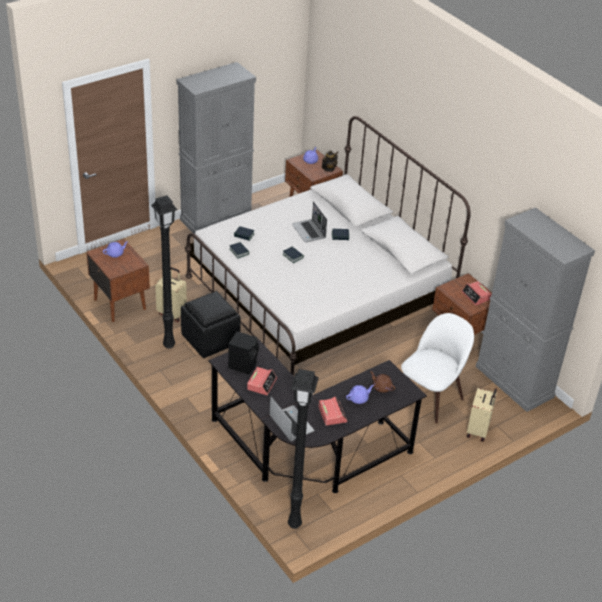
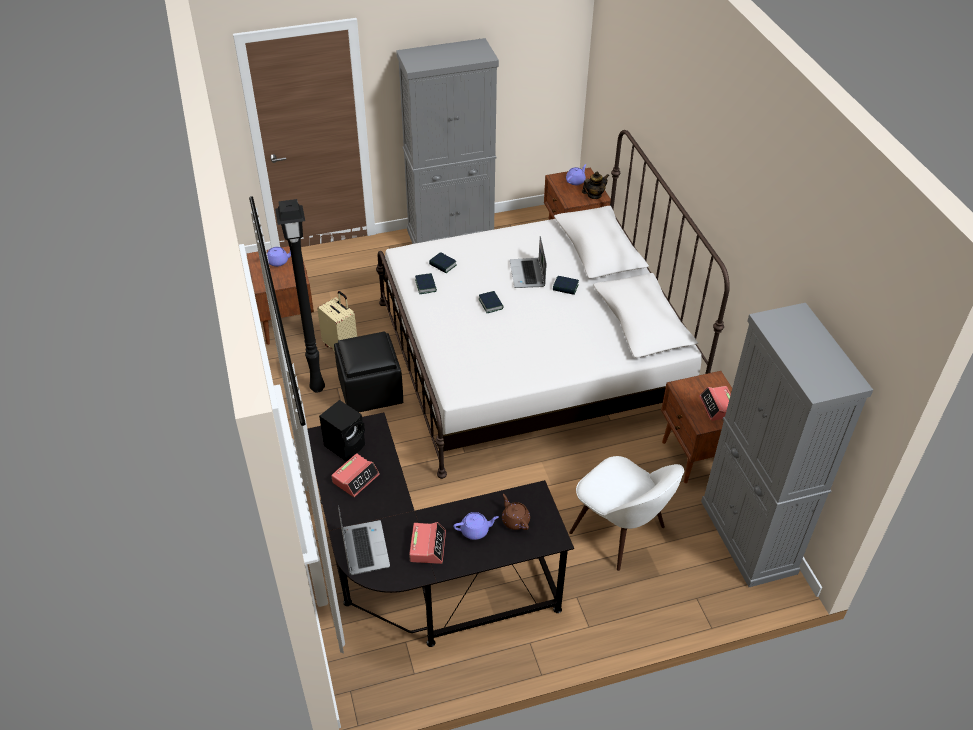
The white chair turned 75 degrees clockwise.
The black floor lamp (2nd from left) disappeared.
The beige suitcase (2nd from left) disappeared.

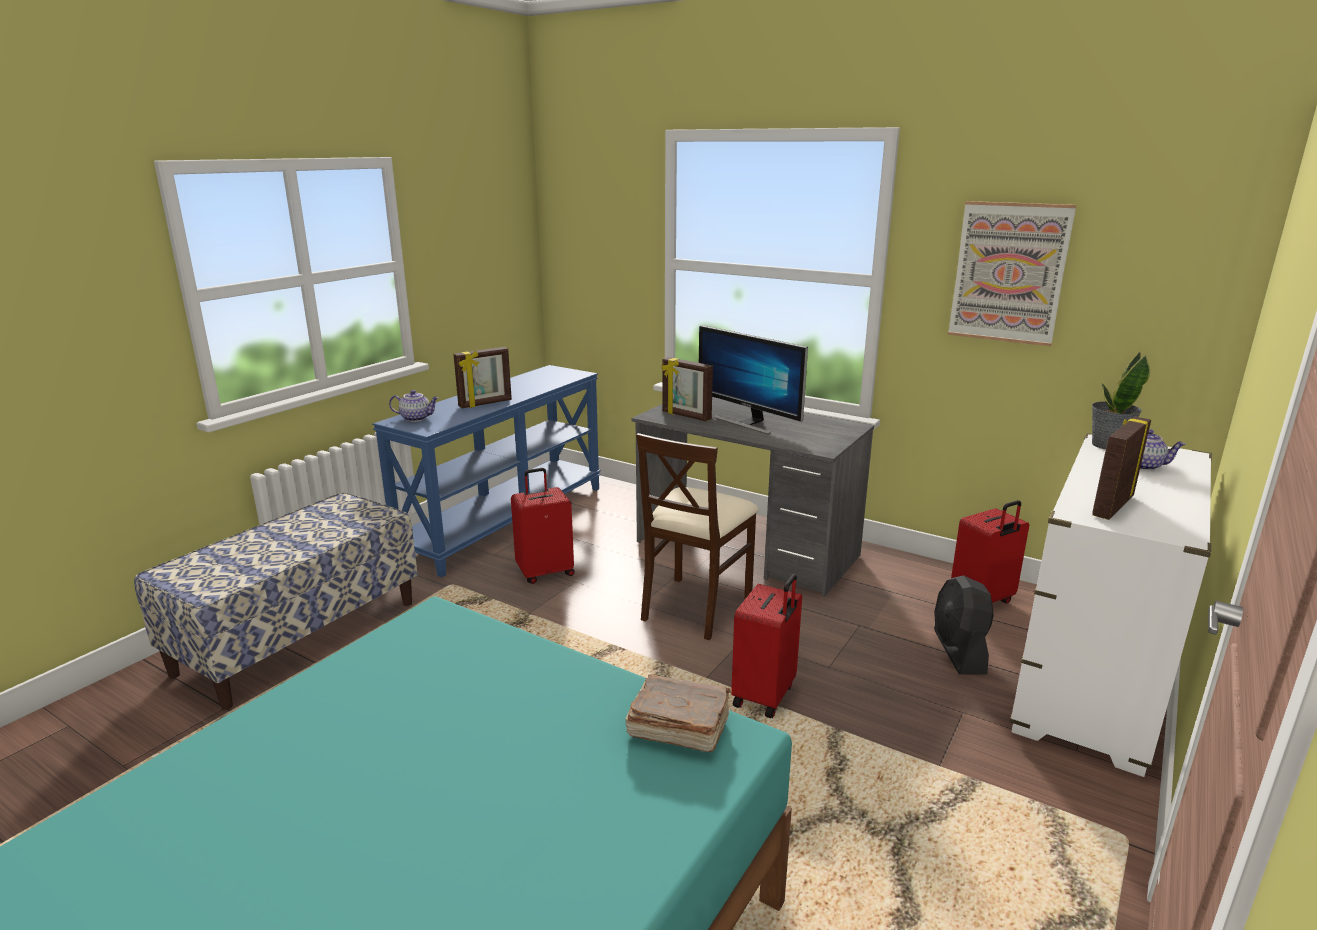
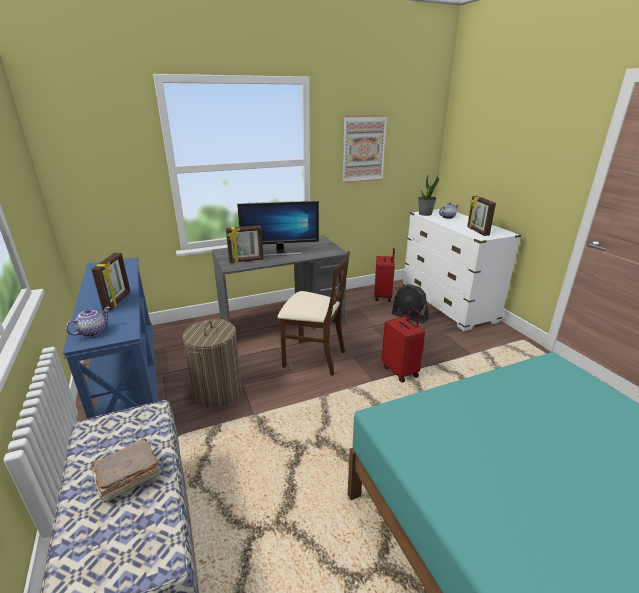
The beige chair turned 45 degrees counterclockwise.
The red suitcase (1st from left) was replaced by the laundry basket.
The brown book moved.

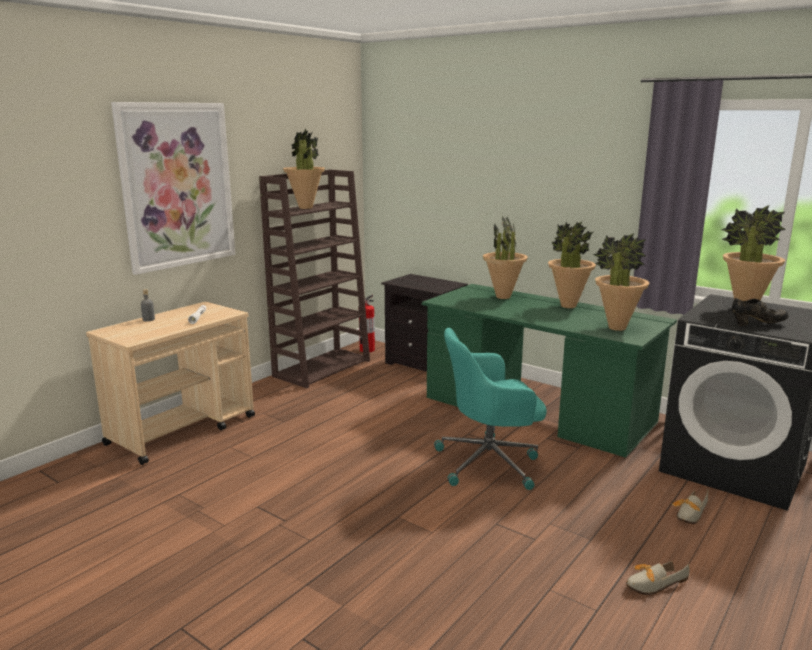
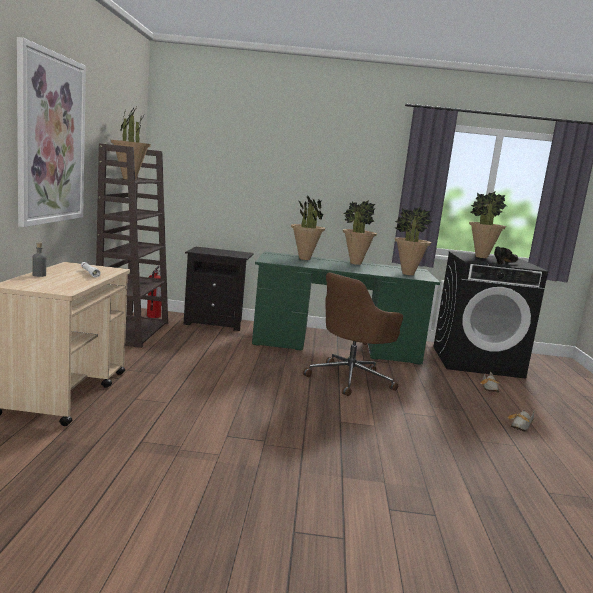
The turquoise office chair became the brown office chair.

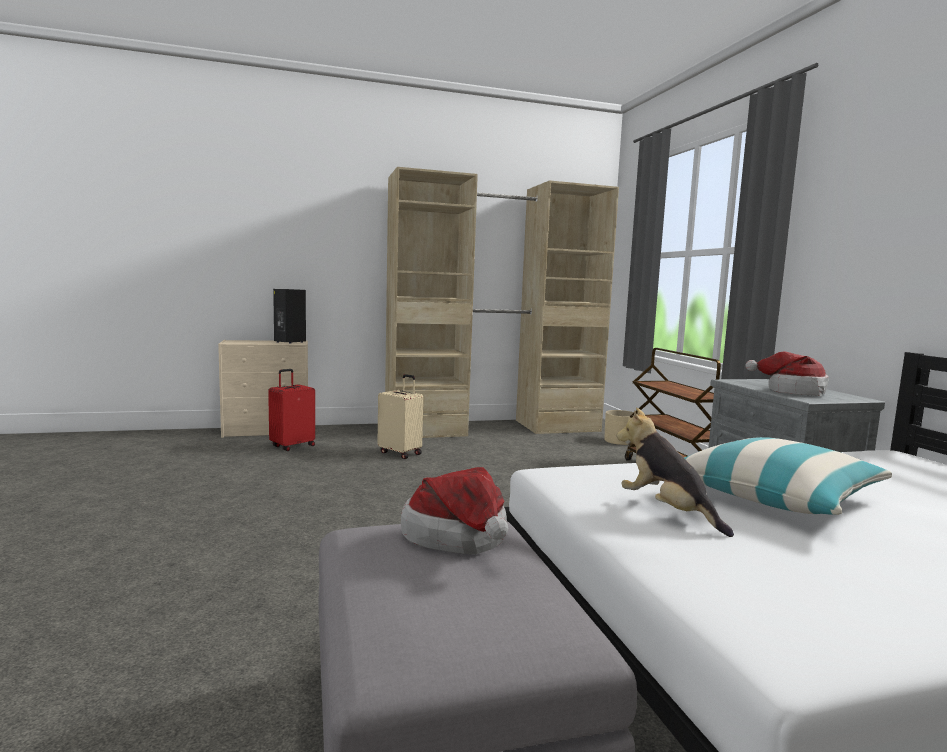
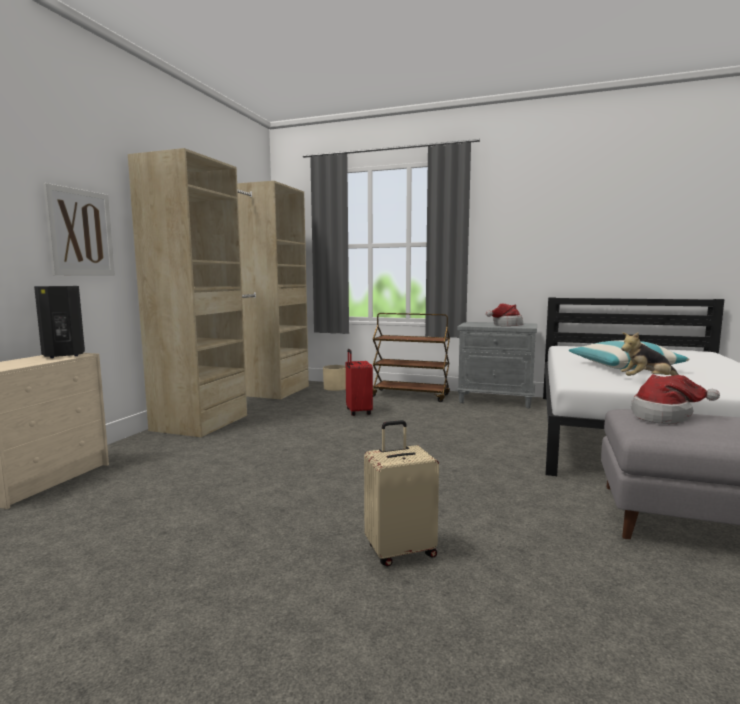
The red suitcase moved.
The beige suitcase moved.
The picture appeared.

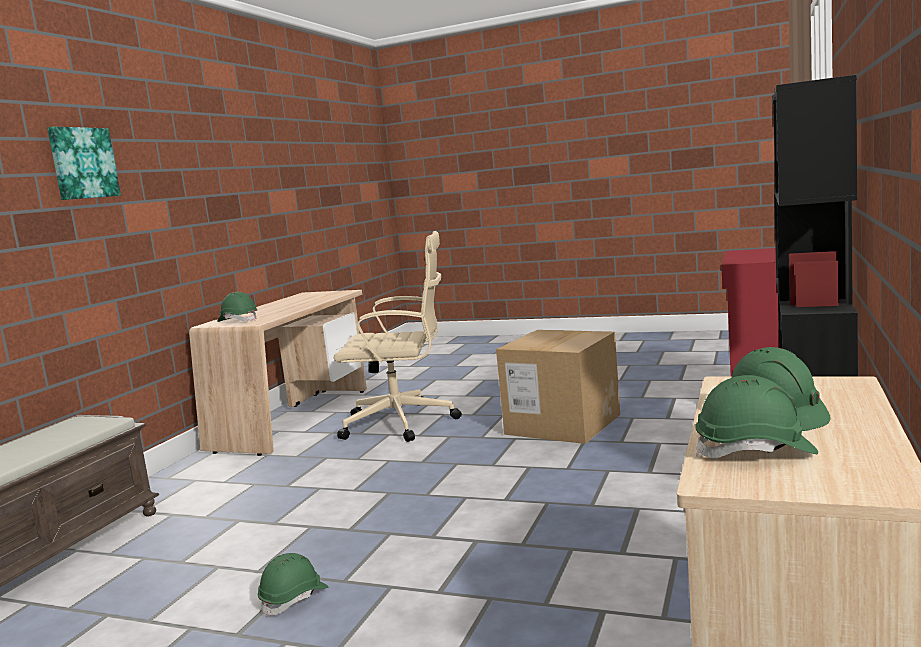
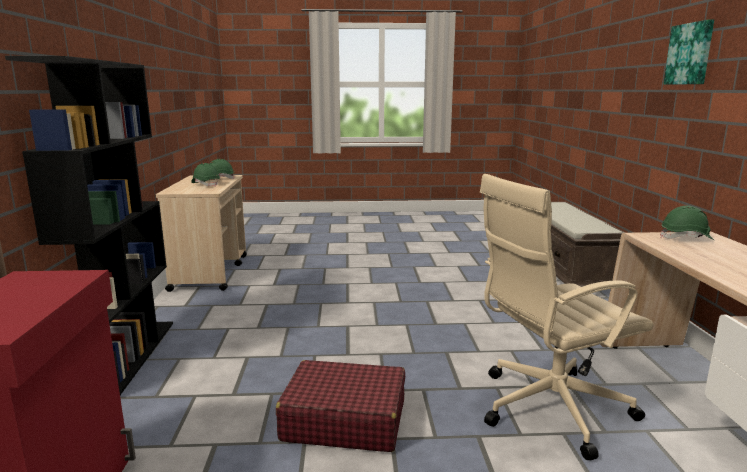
The cardboard box was replaced by the red suitcase.
The green hard hat (2nd from left) disappeared.

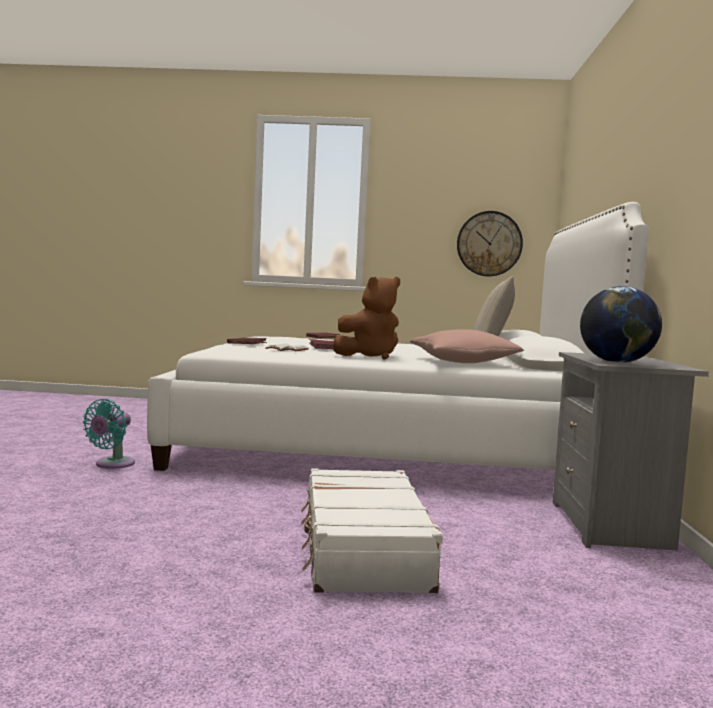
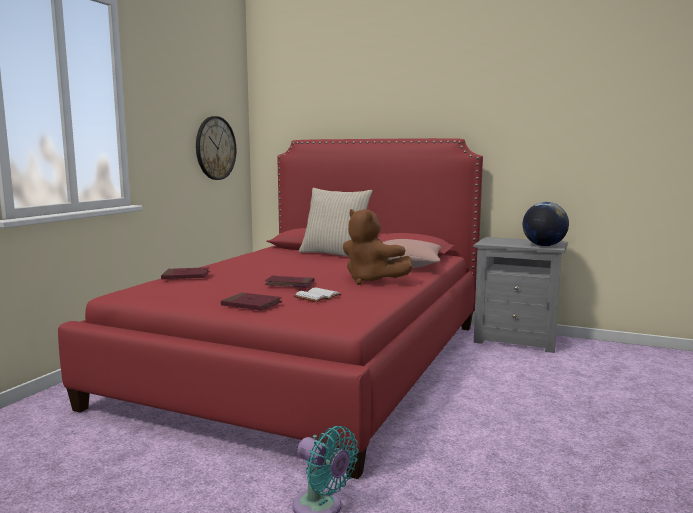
The white bed became the red bed.
The brown plush toy turned 150 degrees clockwise.
The white suitcase disappeared.

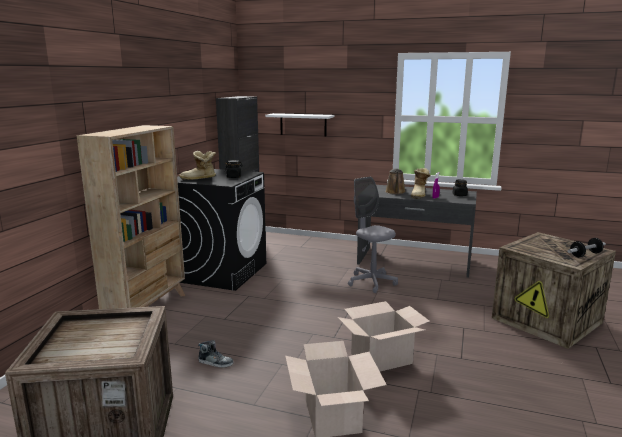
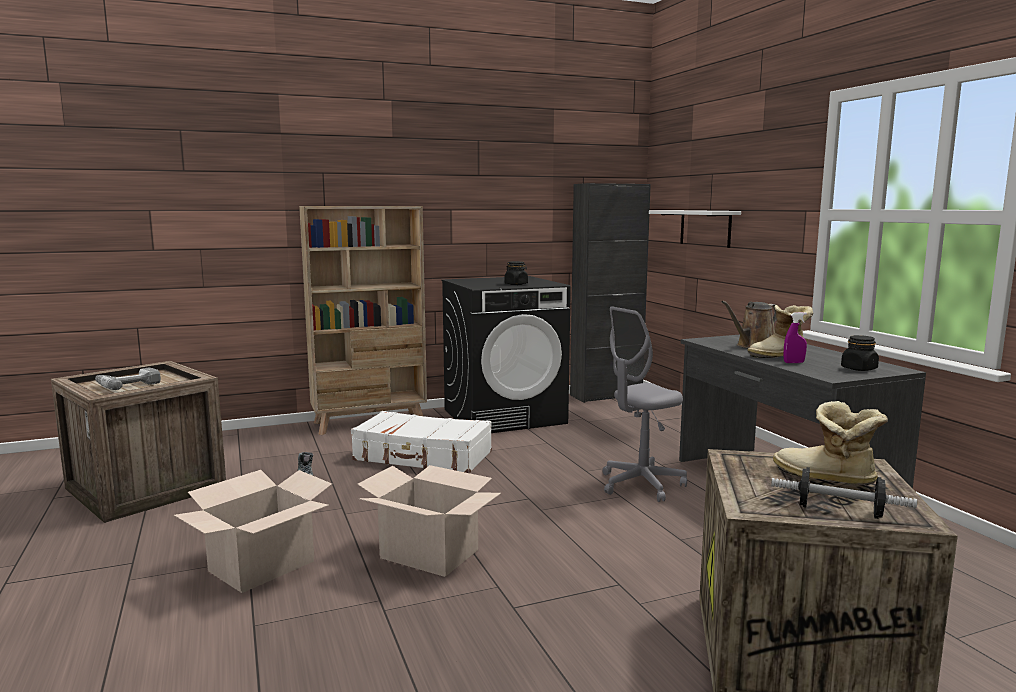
The boot (1st from left in the first image) moved.
The grey office chair turned 135 degrees counterclockwise.
The power drill appeared.
The white suitcase appeared.

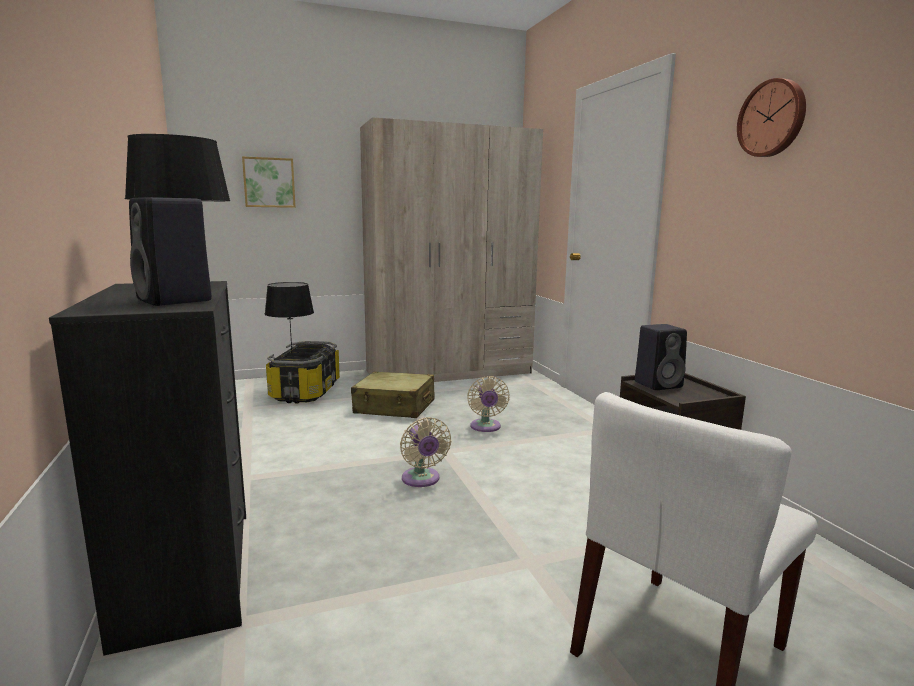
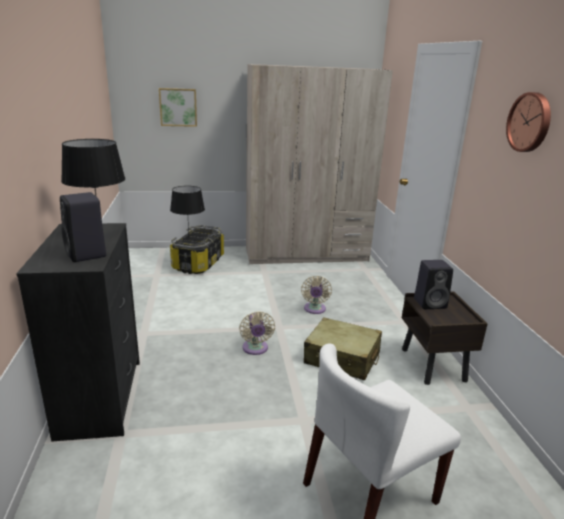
The beige suitcase moved.

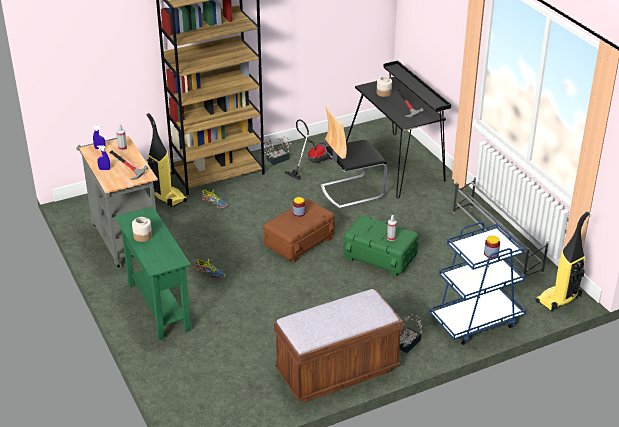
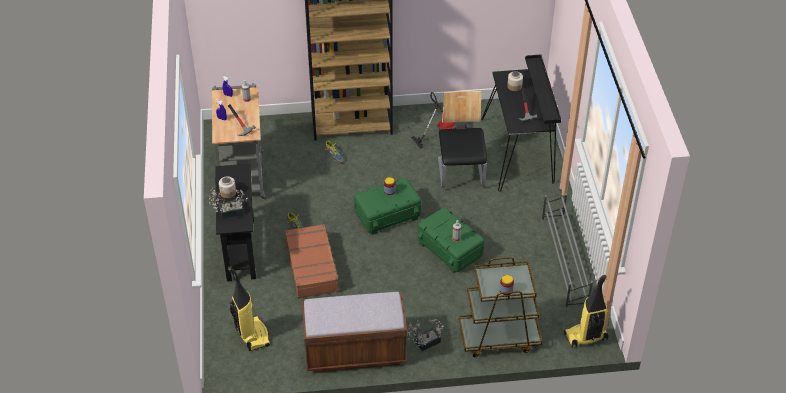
The chair turned 90 degrees clockwise.
The vacuum cleaner (1st from left) moved.
The potted plant (1st from left) moved.
The brown storage box became the green storage box (1st from left).
The green console table became the black console table.
The blue cart became the brown cart.
The brown suitcase appeared.

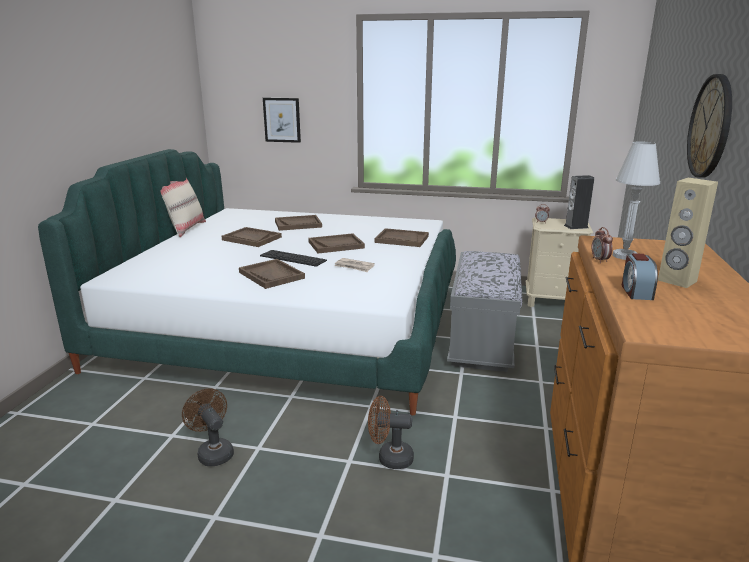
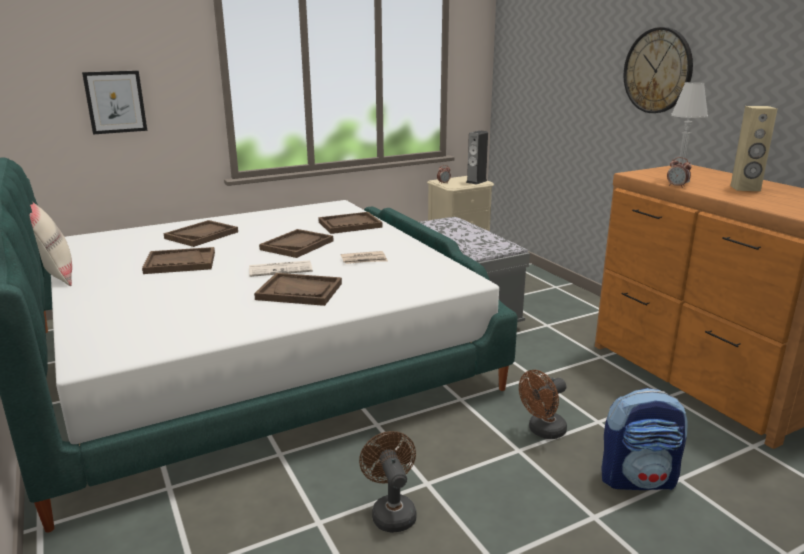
The keyboard was replaced by the newspaper (1st from left).
The alarm clock (3rd from left) disappeared.
The brown fan (1st from left) turned 60 degrees clockwise.
The backpack appeared.

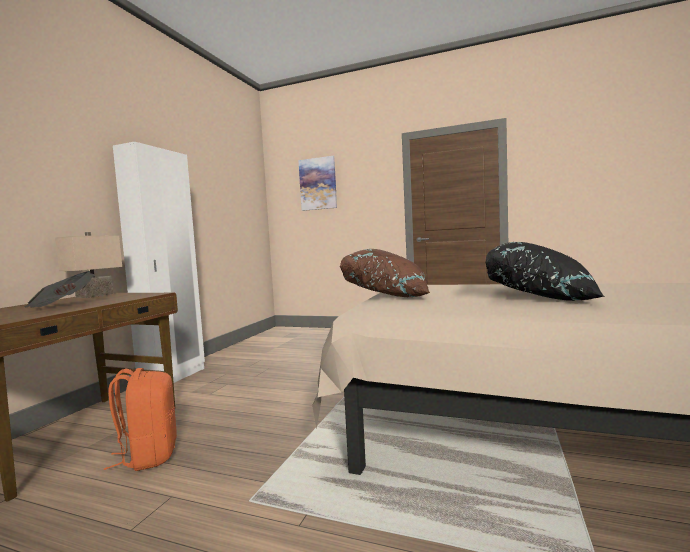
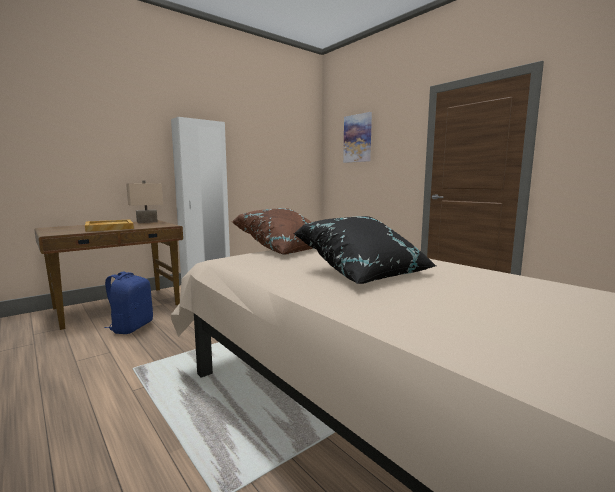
The newspaper was replaced by the beige tray.
The orange backpack became the blue backpack.

